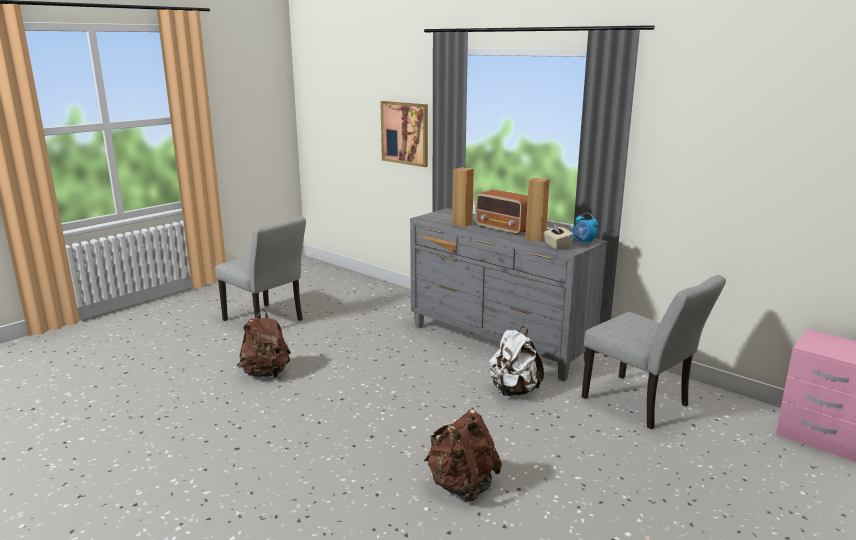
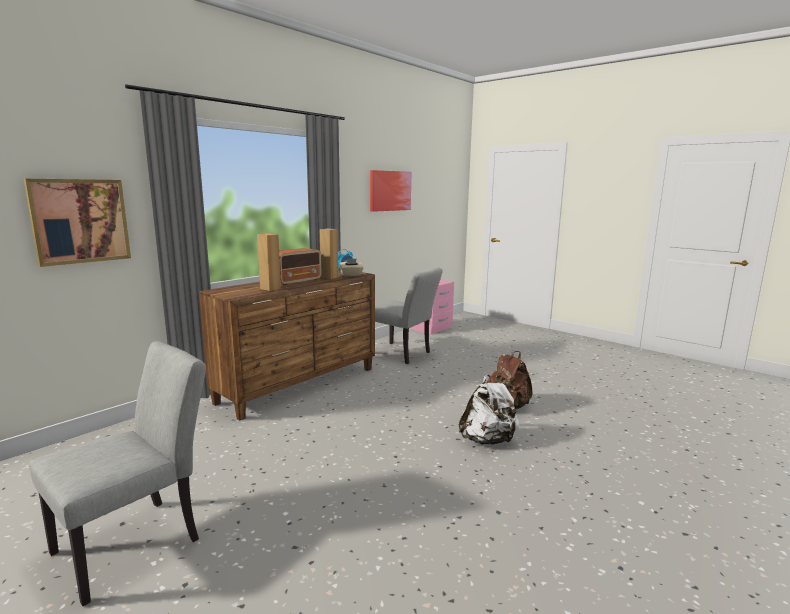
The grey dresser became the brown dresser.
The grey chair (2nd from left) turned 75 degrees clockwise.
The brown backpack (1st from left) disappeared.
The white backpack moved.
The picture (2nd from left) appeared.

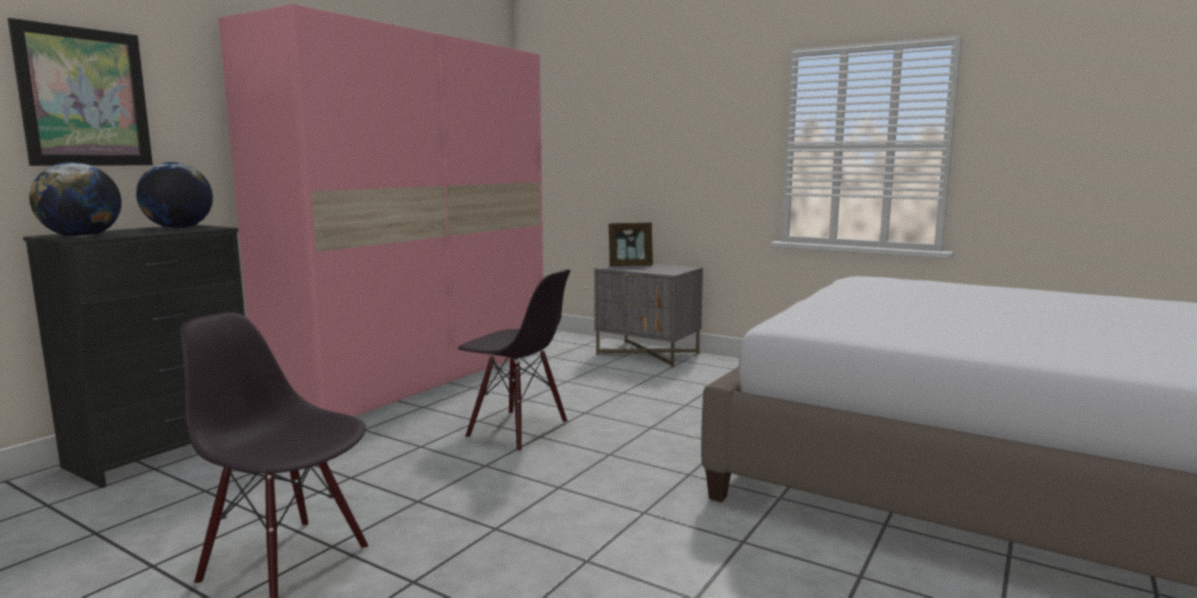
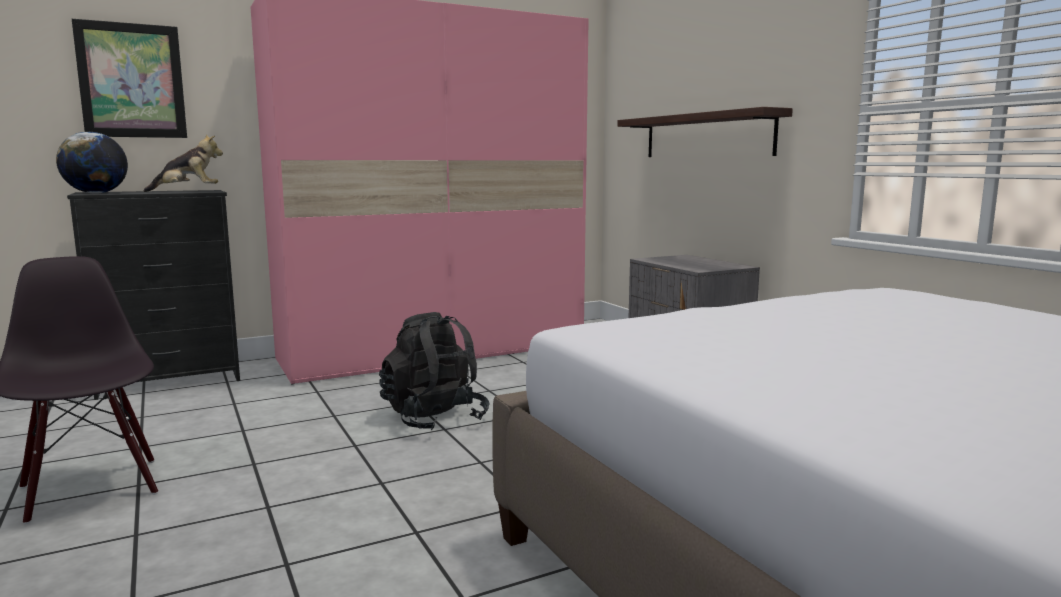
The globe (2nd from left) was replaced by the plush toy.
The picture frame disappeared.
The black chair (2nd from left) was replaced by the black backpack.
The shelf appeared.

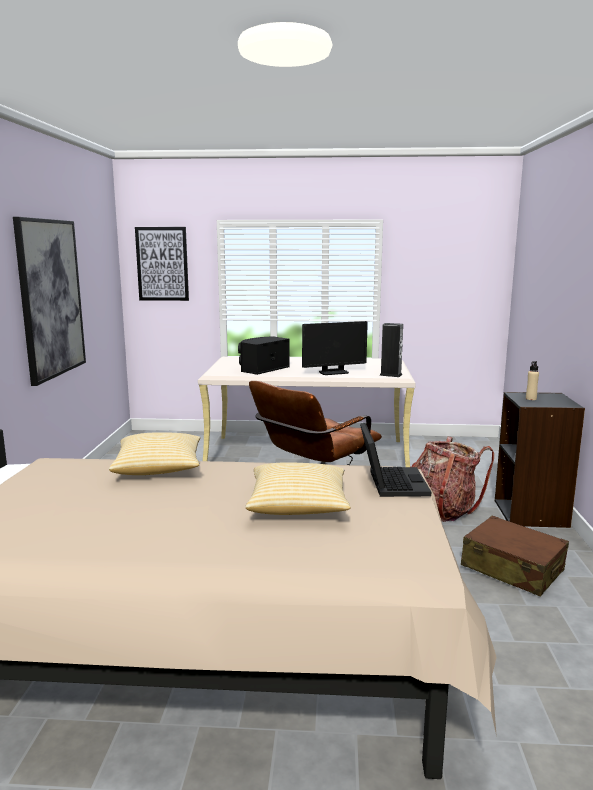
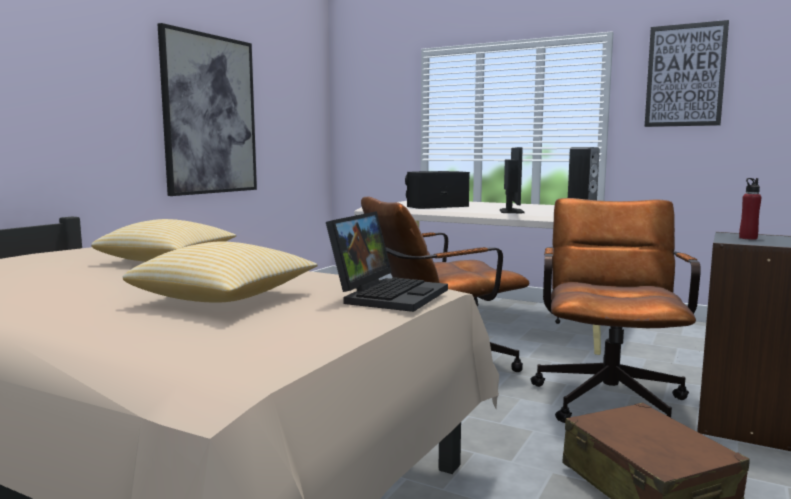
The picture (2nd from left) moved.
The monitor turned 90 degrees counterclockwise.
The beige bottle became the red bottle.
The backpack was replaced by the brown office chair (2nd from left).

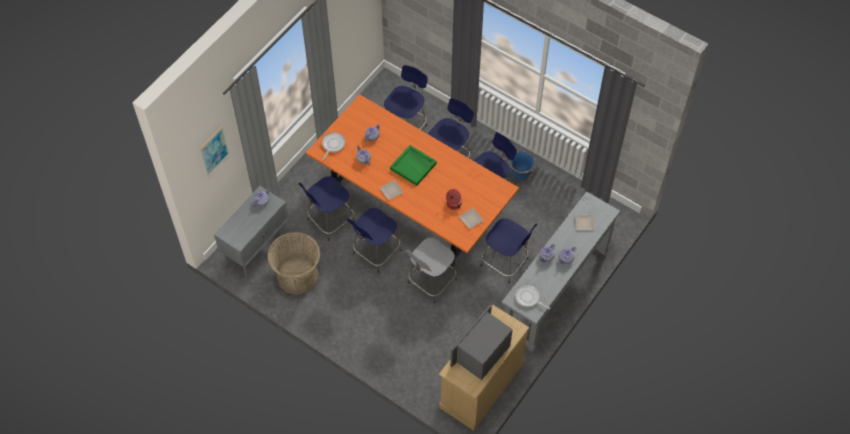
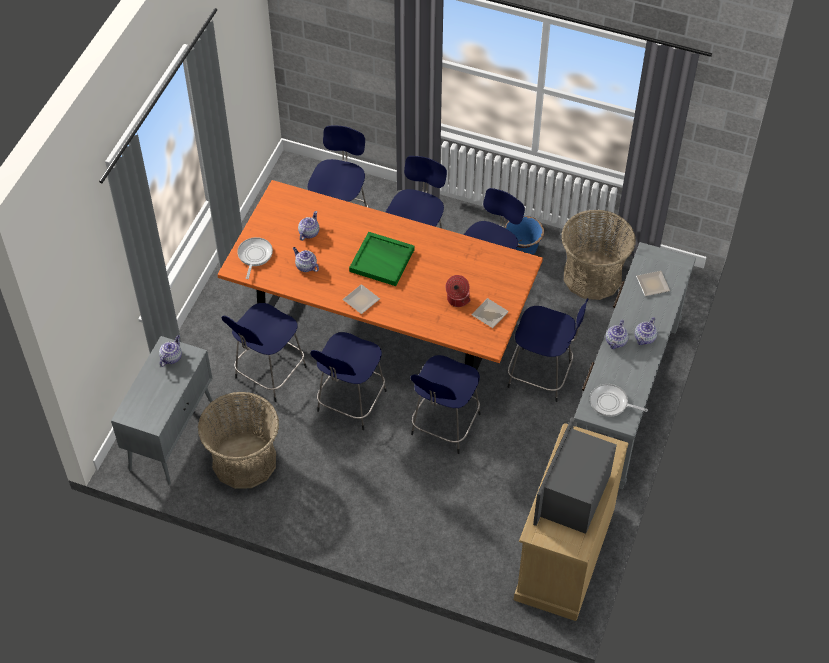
The picture disappeared.
The grey stool became the blue stool (5th from left).
The basket (2nd from left) appeared.

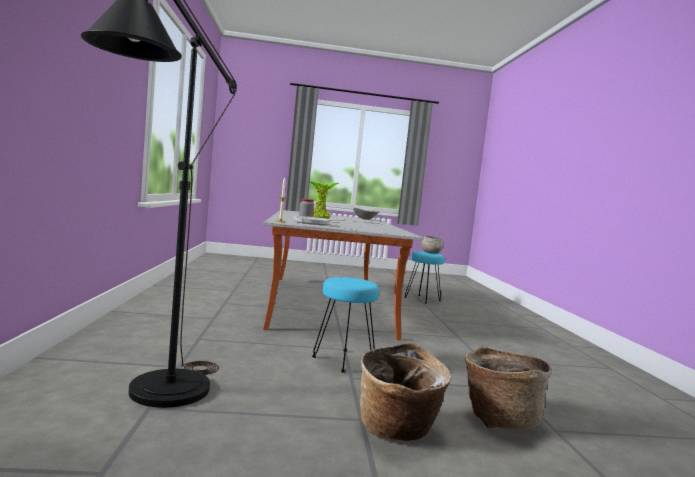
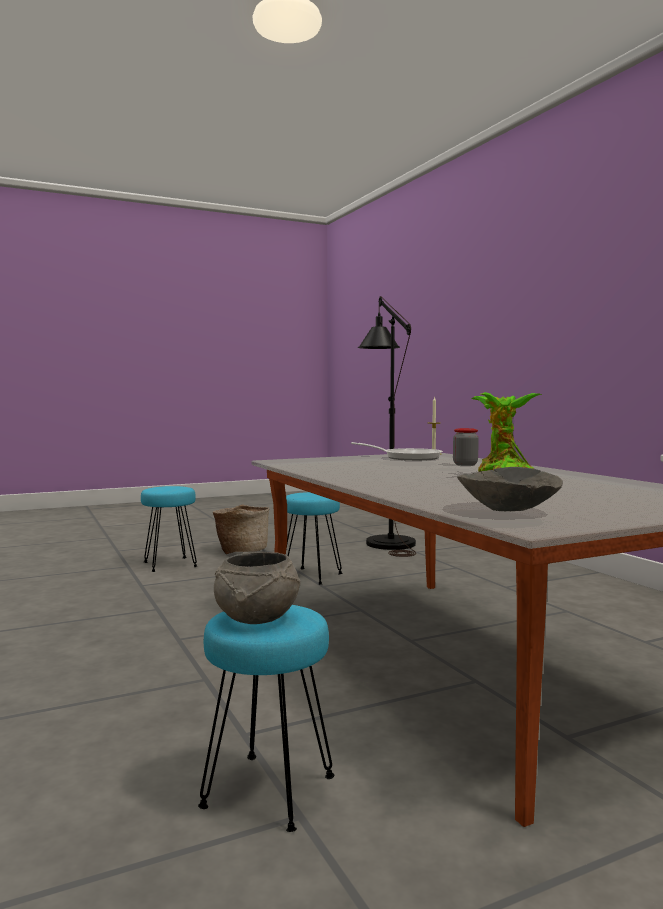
The basket (2nd from left) was replaced by the turquoise stool (1st from left).

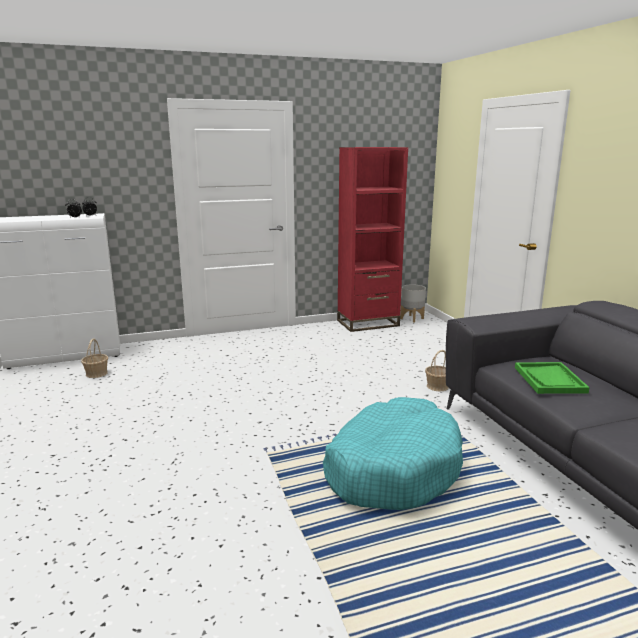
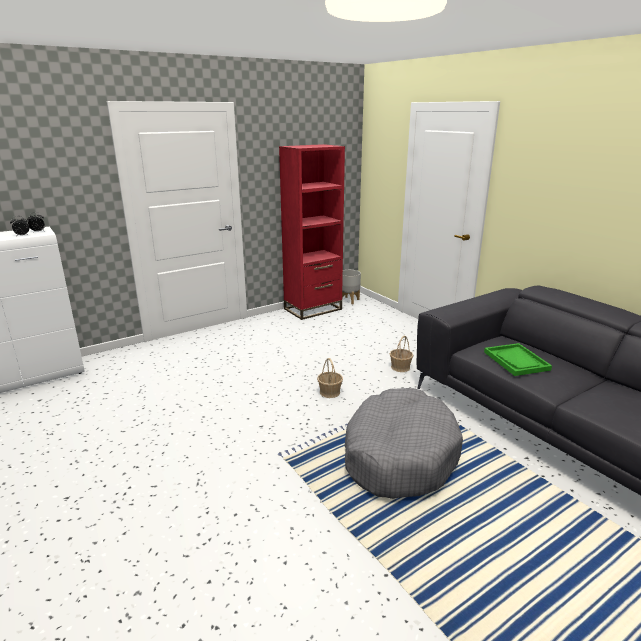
The basket (1st from left) moved.
The turquoise dog bed became the grey dog bed.

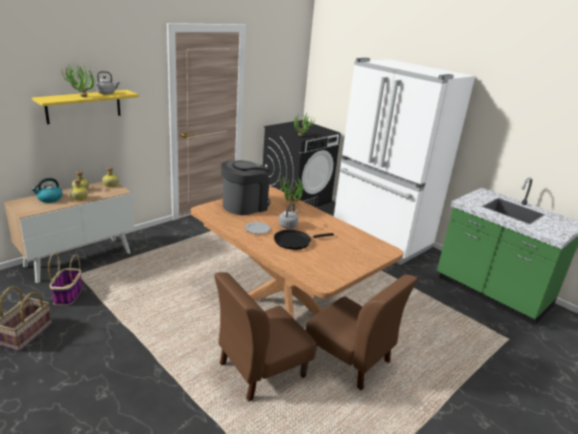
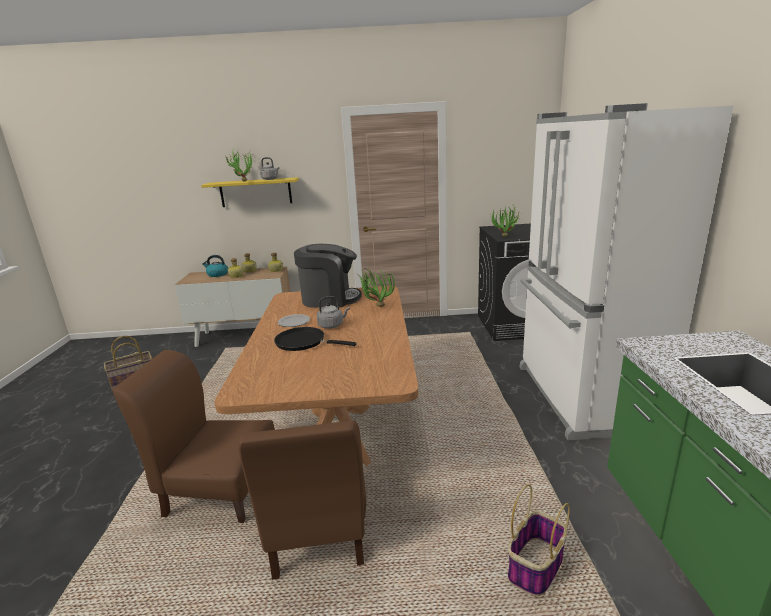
The basket (2nd from left) moved.

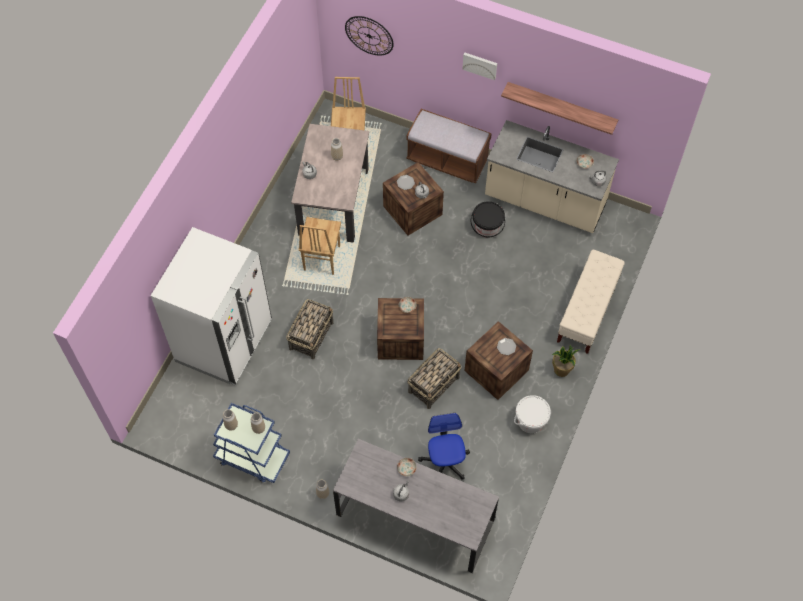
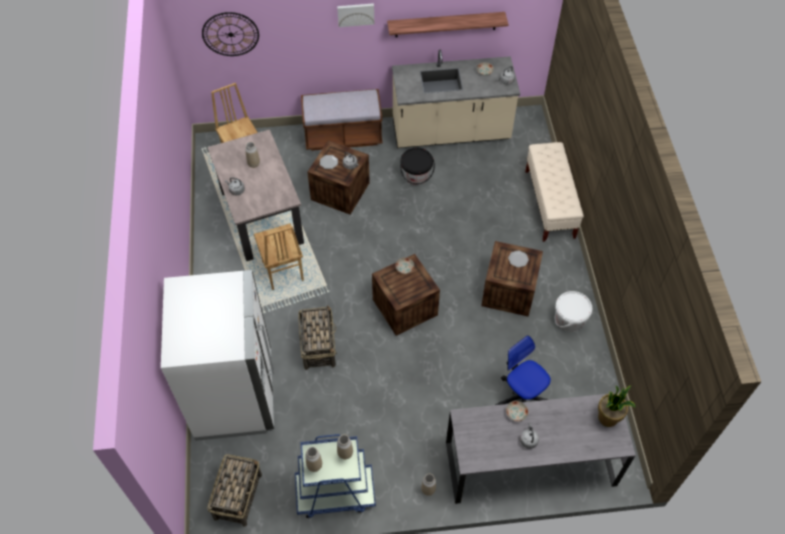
The potted plant moved.
The basket (2nd from left in the first image) moved.

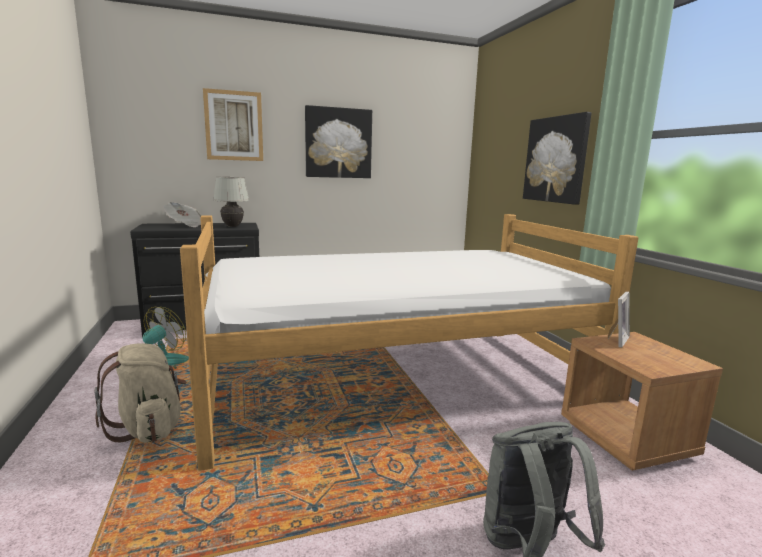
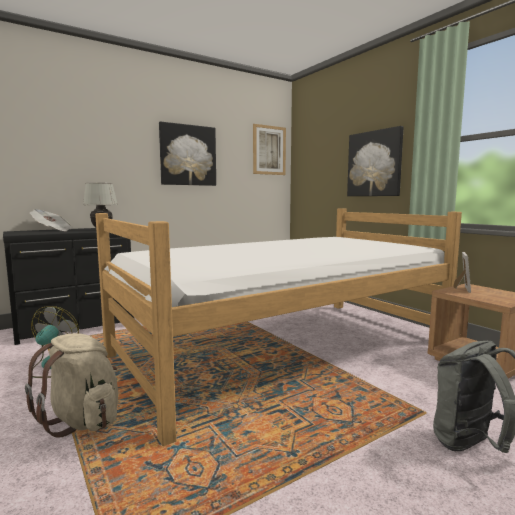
The picture (1st from left in the first image) moved.

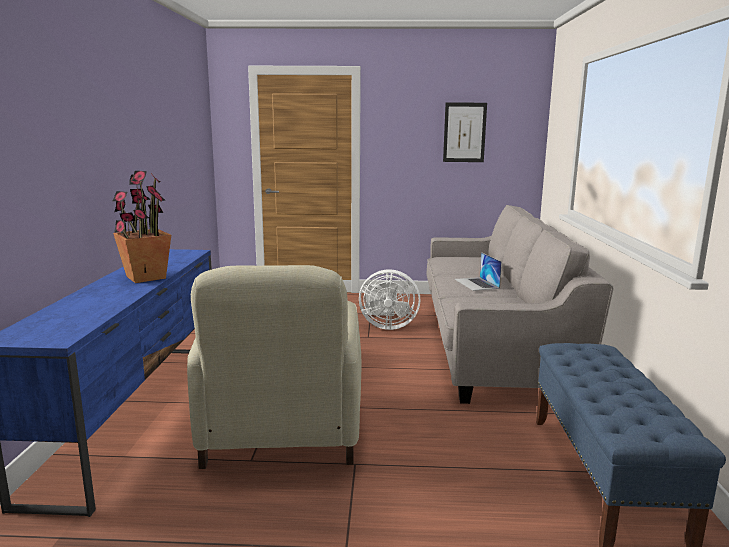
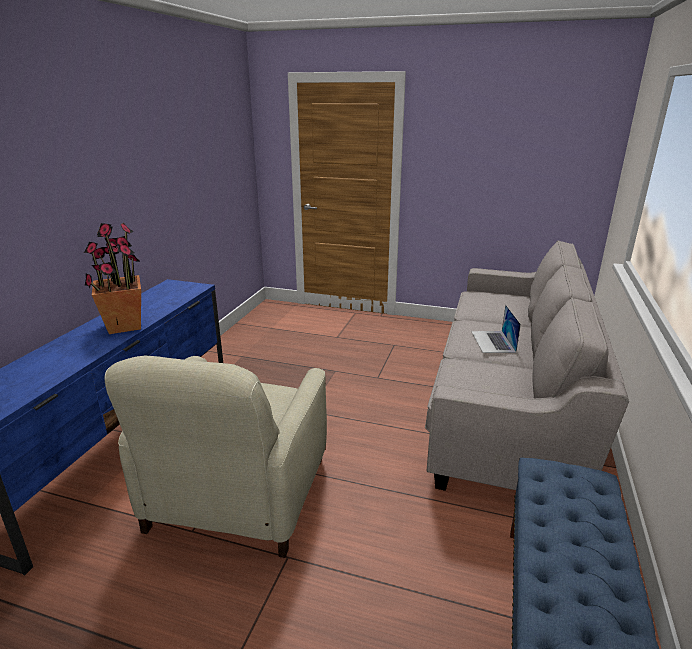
The picture disappeared.
The white fan disappeared.

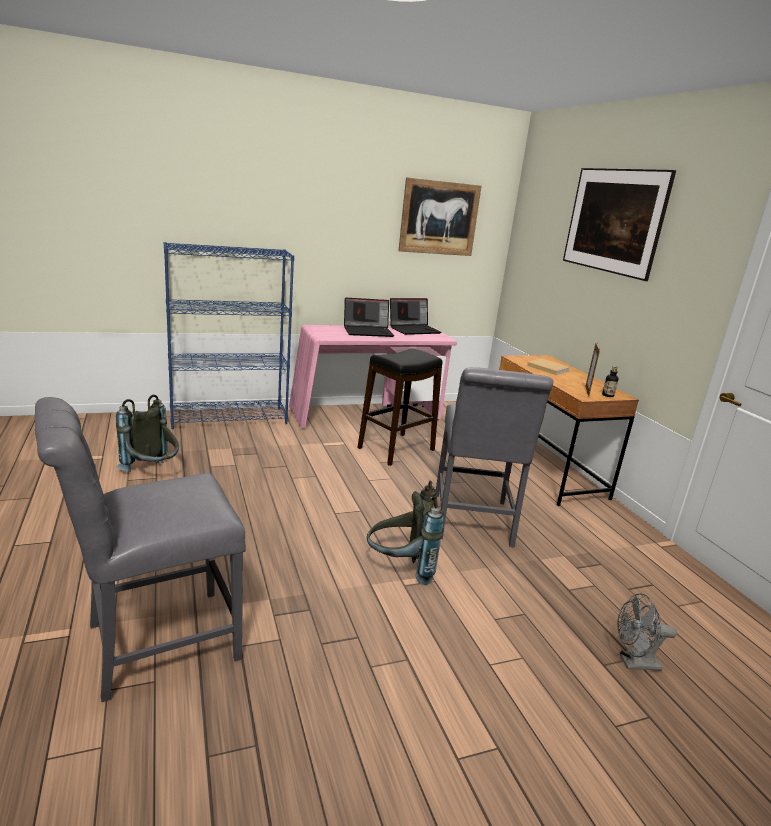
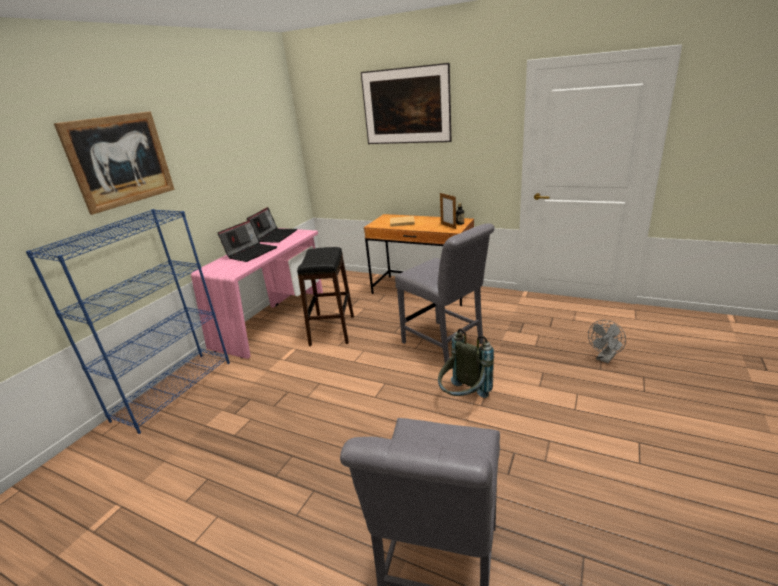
The picture (1st from left) moved.
The grey backpack (1st from left) disappeared.

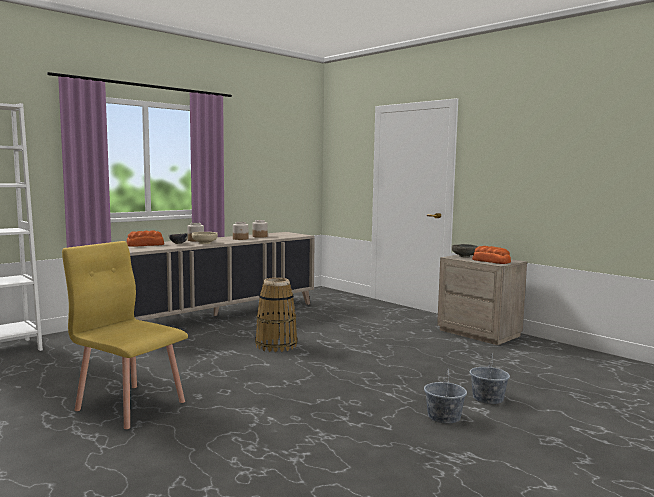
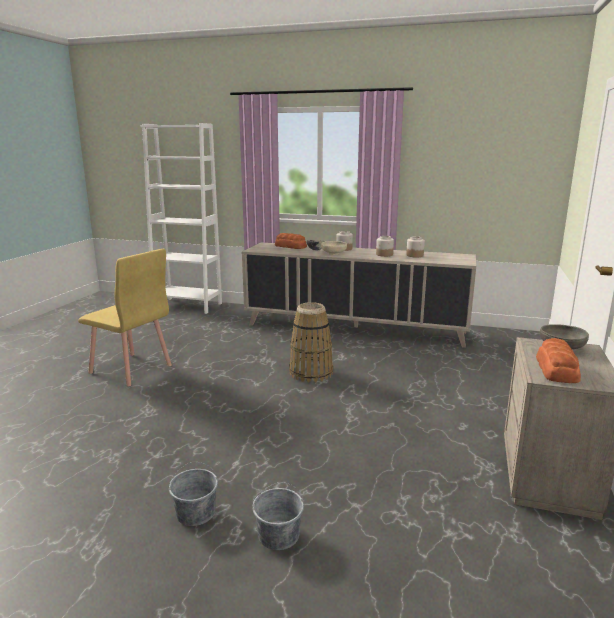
The yellow chair turned 120 degrees clockwise.

